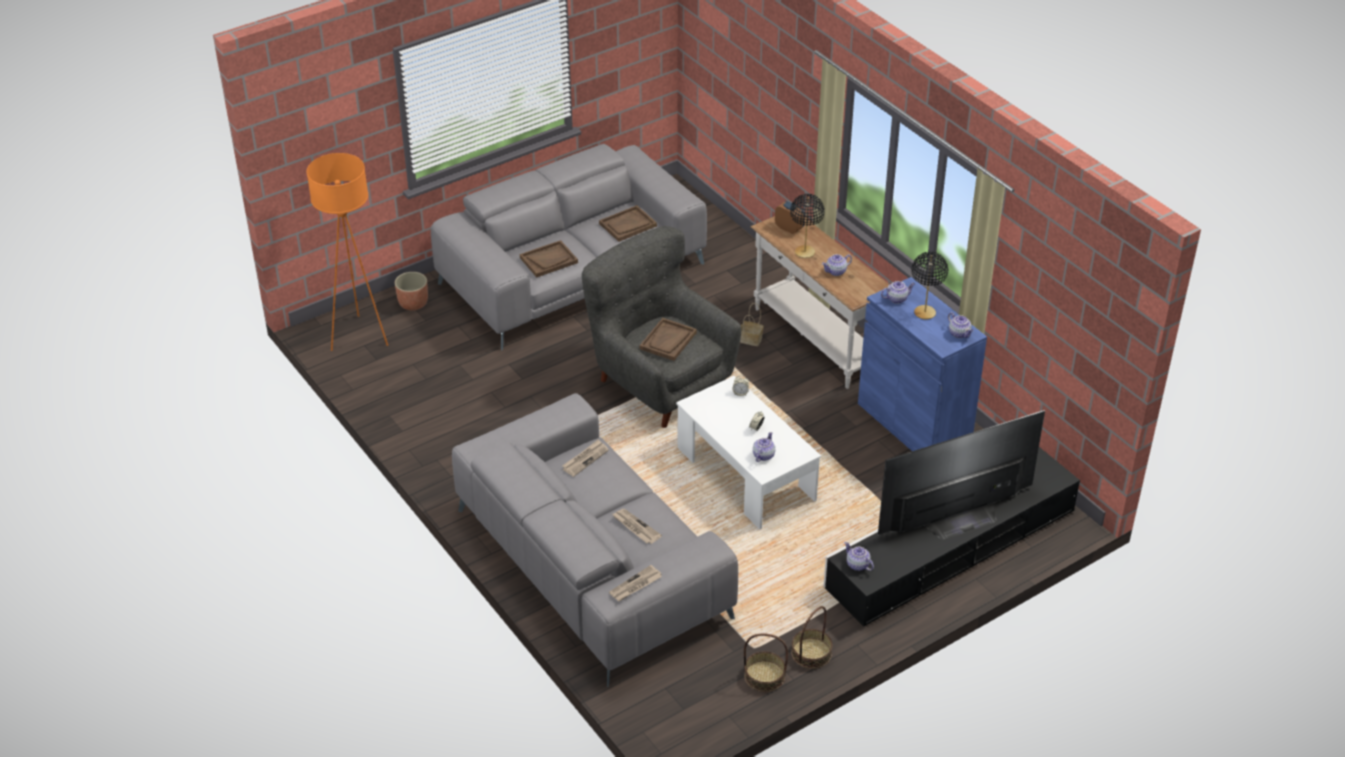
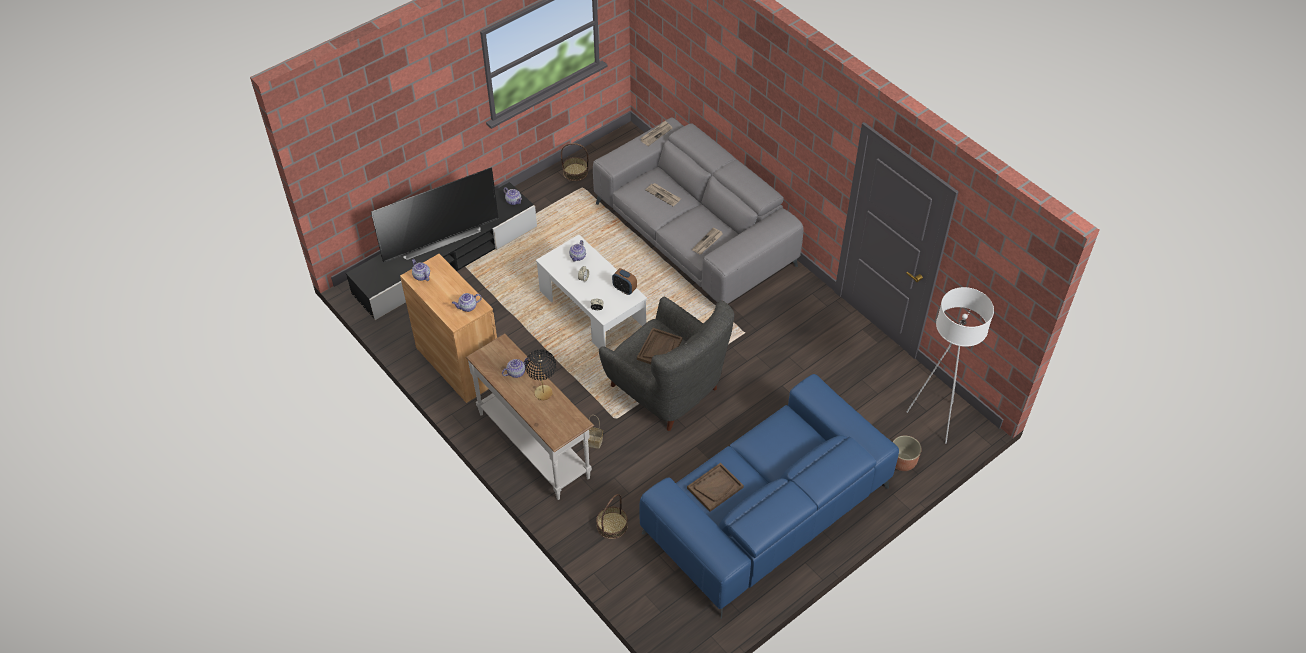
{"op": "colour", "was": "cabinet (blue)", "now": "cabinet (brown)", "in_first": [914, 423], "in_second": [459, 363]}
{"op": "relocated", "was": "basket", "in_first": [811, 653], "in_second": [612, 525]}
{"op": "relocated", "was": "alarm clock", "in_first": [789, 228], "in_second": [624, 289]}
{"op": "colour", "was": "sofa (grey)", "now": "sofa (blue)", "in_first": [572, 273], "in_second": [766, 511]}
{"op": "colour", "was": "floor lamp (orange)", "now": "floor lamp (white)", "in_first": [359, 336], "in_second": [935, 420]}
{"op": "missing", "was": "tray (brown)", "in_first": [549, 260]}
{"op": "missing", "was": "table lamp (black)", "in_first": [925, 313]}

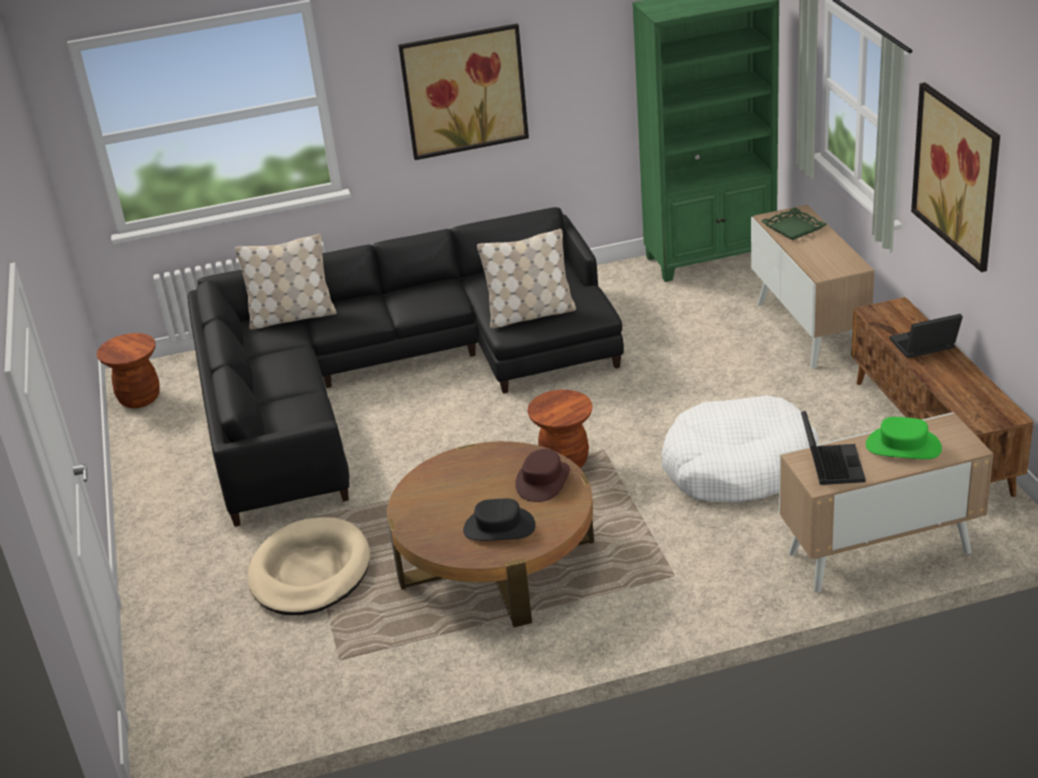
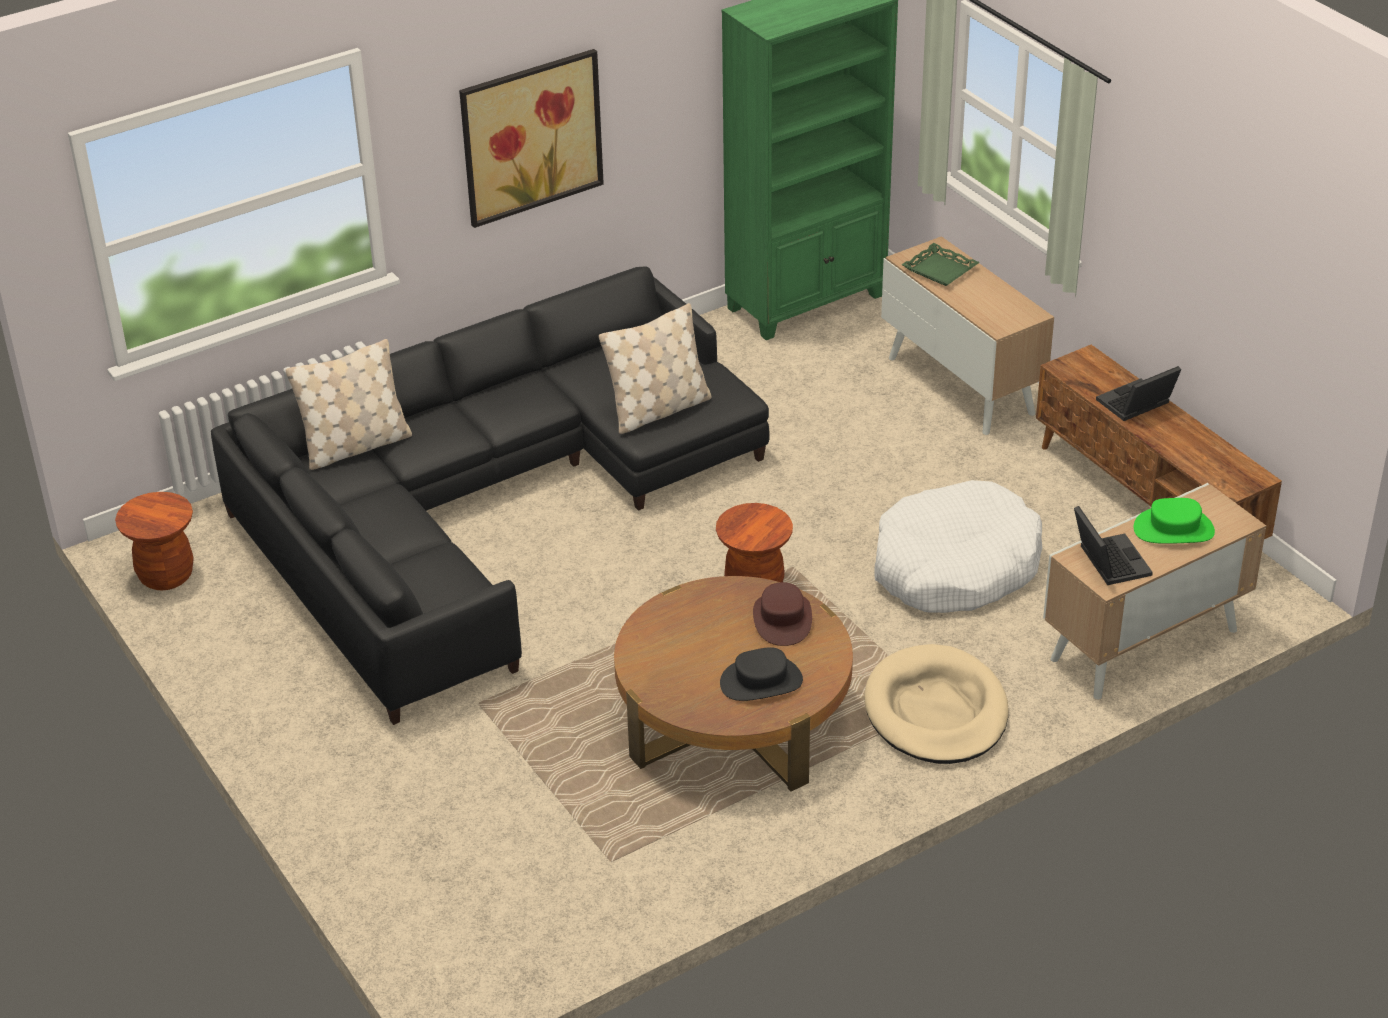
{"op": "relocated", "was": "dog bed (beige)", "in_first": [310, 572], "in_second": [936, 711]}
{"op": "missing", "was": "picture", "in_first": [956, 175]}

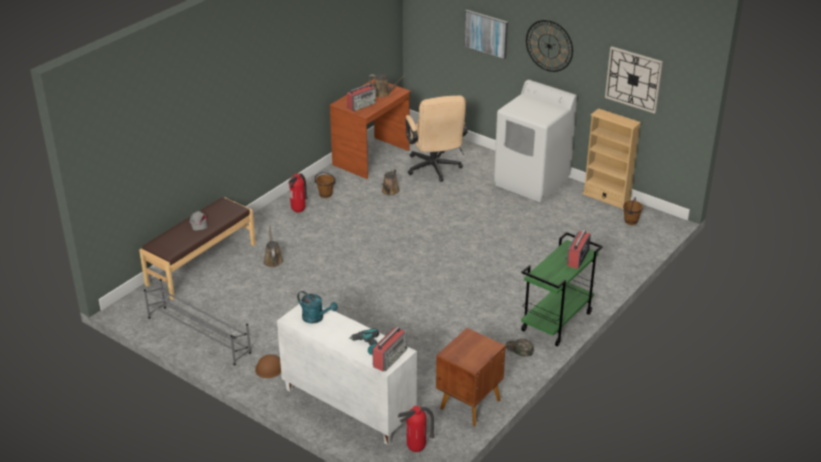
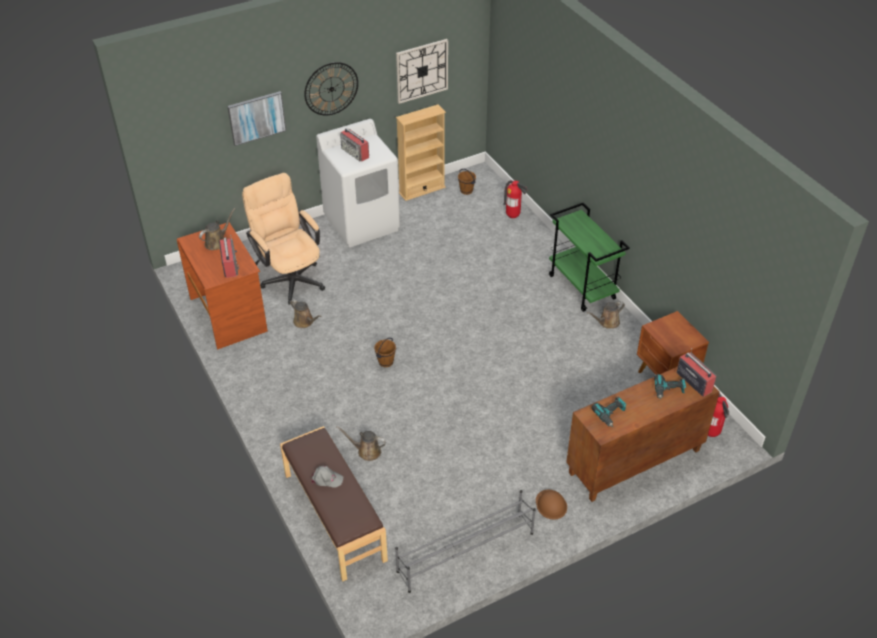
{"op": "spun", "was": "office chair (beige)", "in_first": [434, 170], "in_second": [290, 277], "clockwise": -135}
{"op": "relocated", "was": "radio", "in_first": [577, 258], "in_second": [355, 153]}
{"op": "relocated", "was": "bucket (brown)", "in_first": [325, 194], "in_second": [385, 362]}
{"op": "relocated", "was": "fire extinguisher", "in_first": [298, 211], "in_second": [513, 216]}
{"op": "colour", "was": "cabinet (white)", "now": "cabinet (brown)", "in_first": [347, 405], "in_second": [634, 462]}
{"op": "exchanged", "was": "cap (green)", "now": "watering can (brown)", "in_first": [519, 349], "in_second": [607, 322]}
{"op": "exchanged", "was": "watering can (turquoise)", "now": "power drill", "in_first": [316, 318], "in_second": [611, 414]}

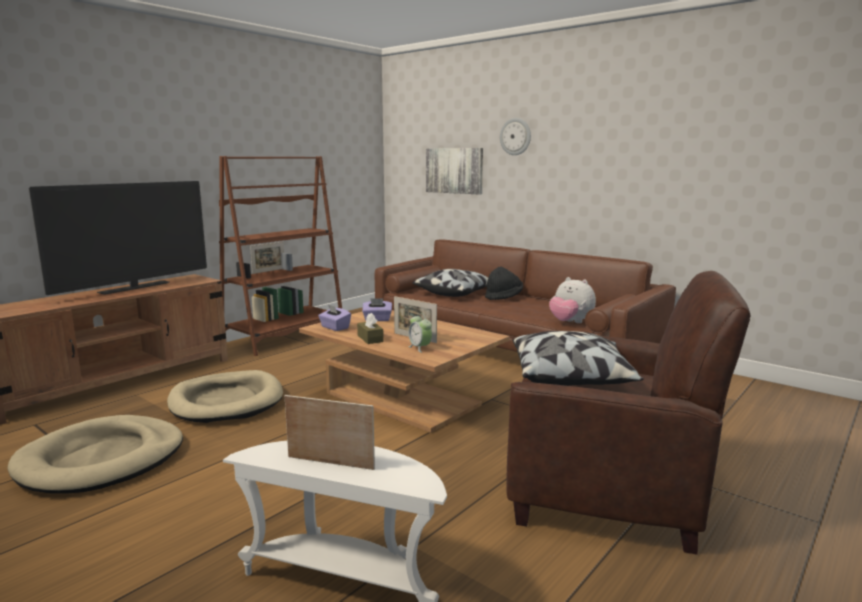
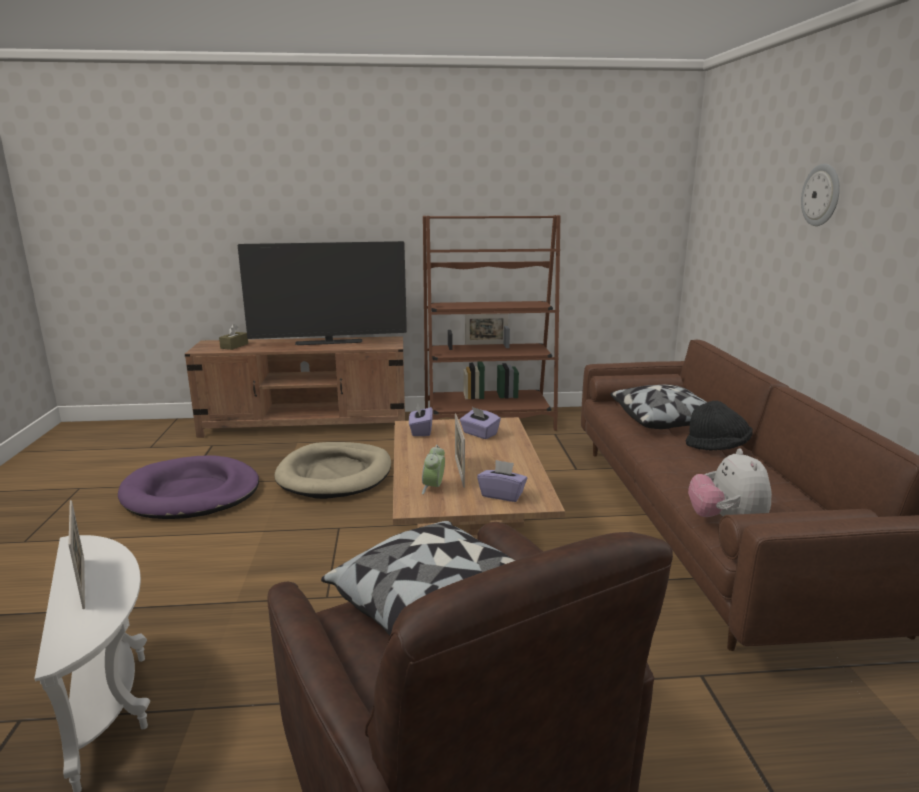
{"op": "colour", "was": "dog bed (beige)", "now": "dog bed (purple)", "in_first": [102, 460], "in_second": [191, 493]}
{"op": "relocated", "was": "tissue box (brown)", "in_first": [370, 338], "in_second": [234, 346]}
{"op": "appeared", "now": "tissue box (purple)", "in_second": [502, 495]}
{"op": "missing", "was": "picture", "in_first": [454, 170]}

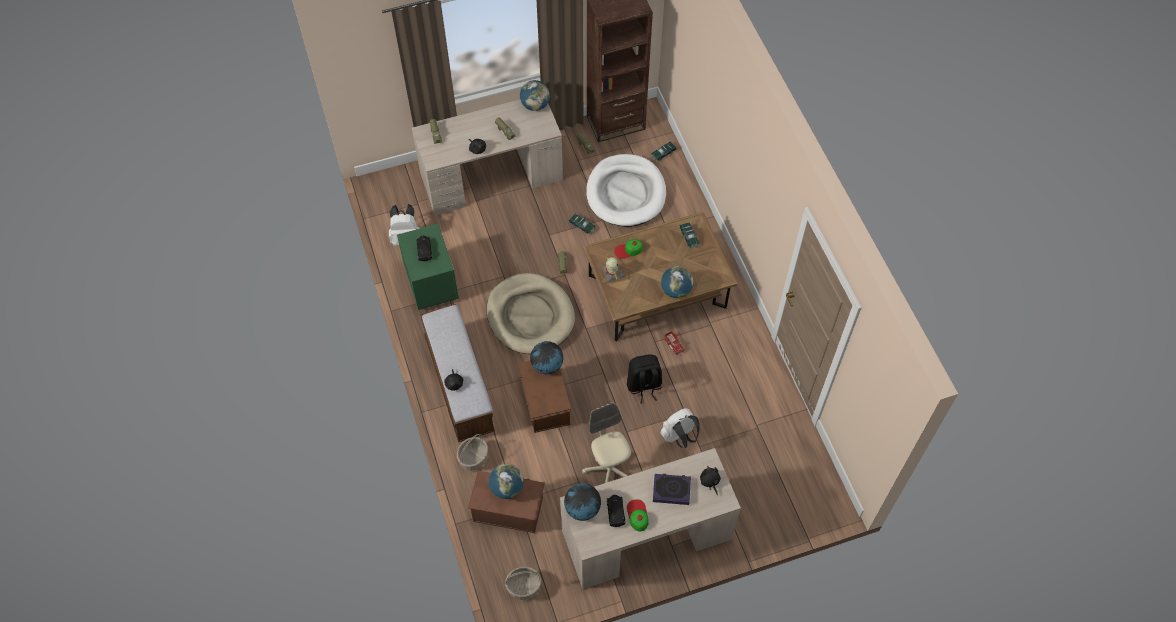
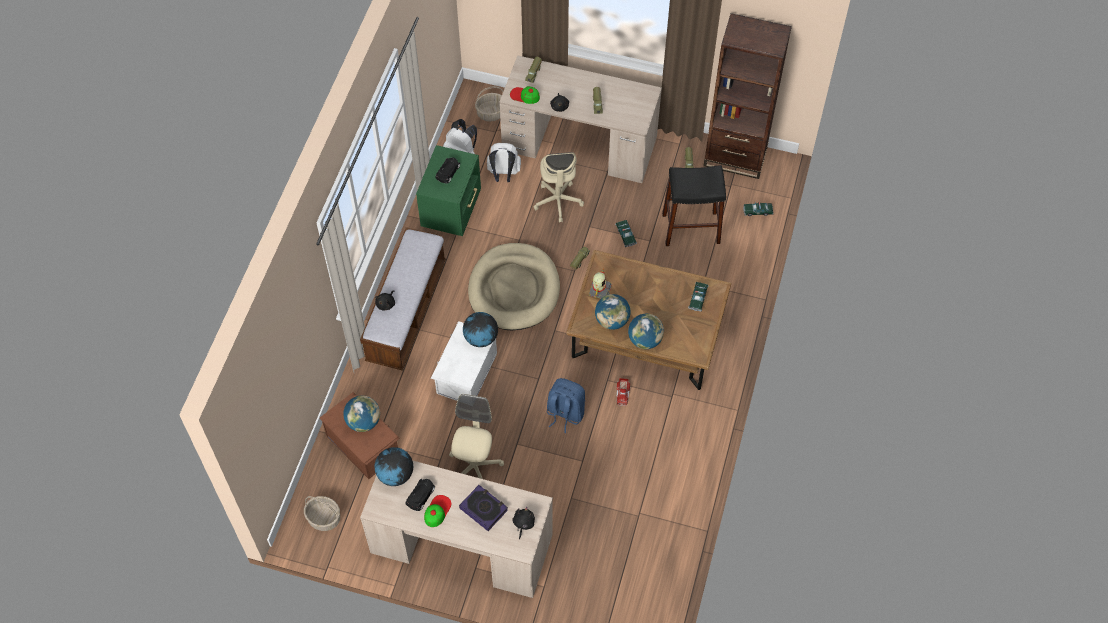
{"op": "colour", "was": "storage box (brown)", "now": "storage box (white)", "in_first": [544, 403], "in_second": [465, 373]}
{"op": "relocated", "was": "basket", "in_first": [473, 457], "in_second": [491, 113]}
{"op": "relocated", "was": "backpack (white)", "in_first": [679, 436], "in_second": [503, 174]}
{"op": "relocated", "was": "cap", "in_first": [628, 250], "in_second": [524, 96]}
{"op": "appeared", "now": "office chair (beige)", "in_second": [558, 201]}
{"op": "colour", "was": "backpack (black)", "now": "backpack (blue)", "in_first": [644, 386], "in_second": [565, 413]}
{"op": "relocated", "was": "globe", "in_first": [535, 105], "in_second": [612, 320]}
{"op": "exchanged", "was": "dog bed (white)", "now": "stool (black)", "in_first": [626, 193], "in_second": [691, 228]}

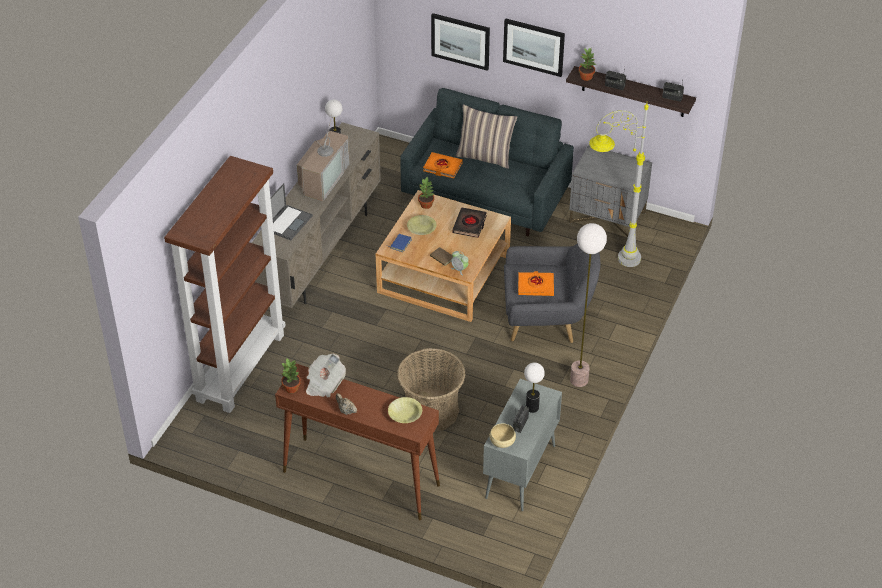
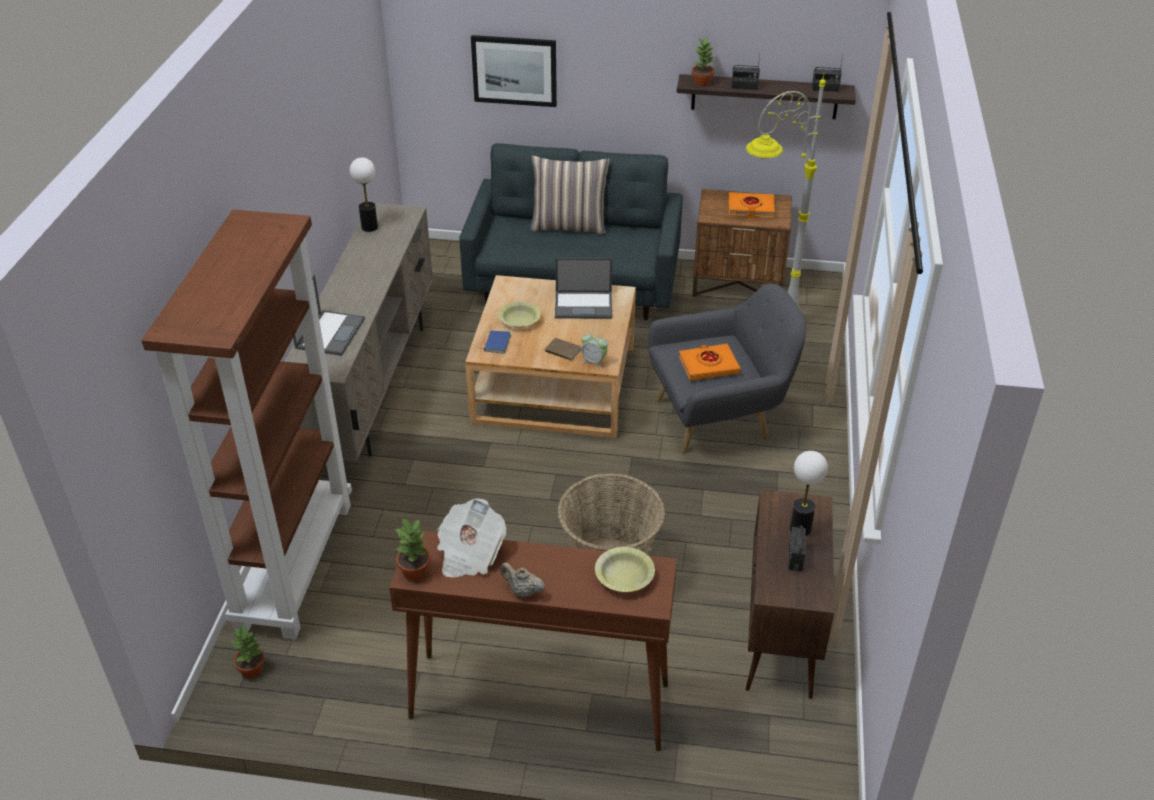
{"op": "relocated", "was": "potted plant", "in_first": [426, 204], "in_second": [252, 669]}
{"op": "exchanged", "was": "book (black)", "now": "laptop", "in_first": [469, 225], "in_second": [584, 305]}
{"op": "colour", "was": "nightstand (grey)", "now": "nightstand (brown)", "in_first": [608, 218], "in_second": [738, 284]}
{"op": "relocated", "was": "book (orange)", "in_first": [442, 167], "in_second": [750, 208]}
{"op": "colour", "was": "cabinet (grey)", "now": "cabinet (brown)", "in_first": [520, 472], "in_second": [780, 638]}
{"op": "missing", "was": "television", "in_first": [323, 178]}
{"op": "missing", "was": "bowl (beige)", "in_first": [502, 440]}
{"op": "missing", "was": "picture", "in_first": [534, 46]}
{"op": "missing", "was": "floor lamp", "in_first": [579, 380]}

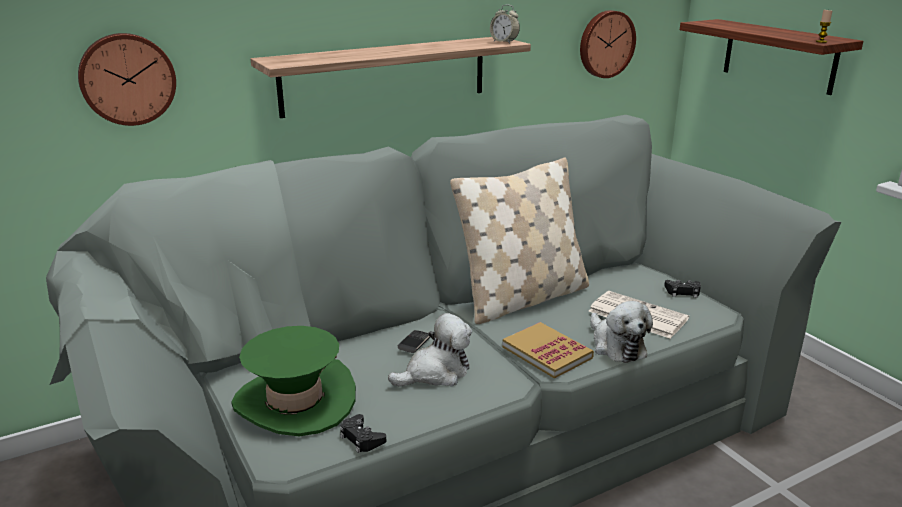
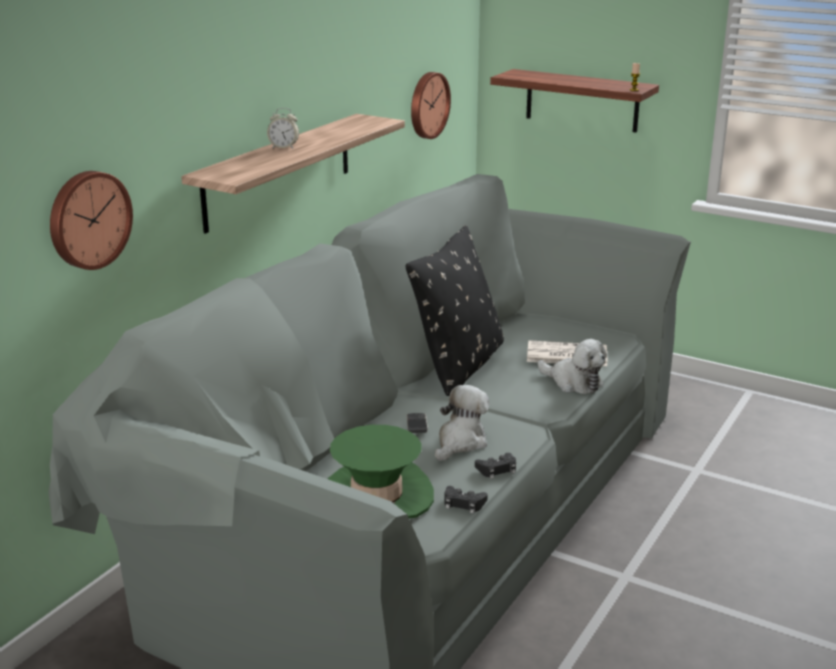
{"op": "relocated", "was": "alarm clock", "in_first": [504, 42], "in_second": [284, 147]}
{"op": "colour", "was": "pillow (beige)", "now": "pillow (black)", "in_first": [522, 298], "in_second": [460, 365]}
{"op": "relocated", "was": "game controller (black)", "in_first": [683, 292], "in_second": [497, 469]}
{"op": "missing", "was": "book", "in_first": [547, 352]}

